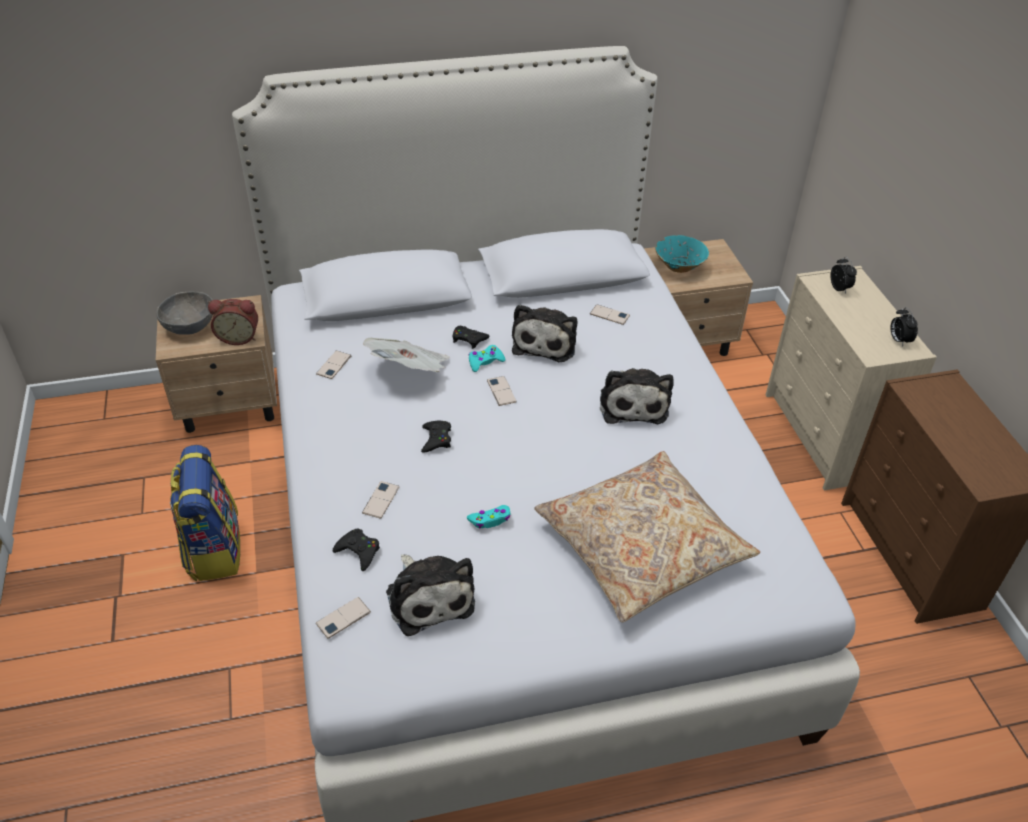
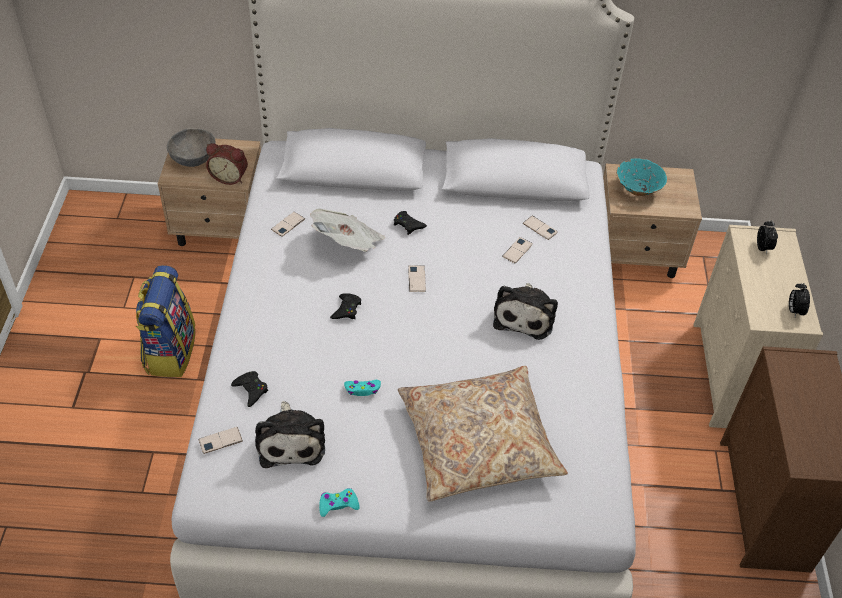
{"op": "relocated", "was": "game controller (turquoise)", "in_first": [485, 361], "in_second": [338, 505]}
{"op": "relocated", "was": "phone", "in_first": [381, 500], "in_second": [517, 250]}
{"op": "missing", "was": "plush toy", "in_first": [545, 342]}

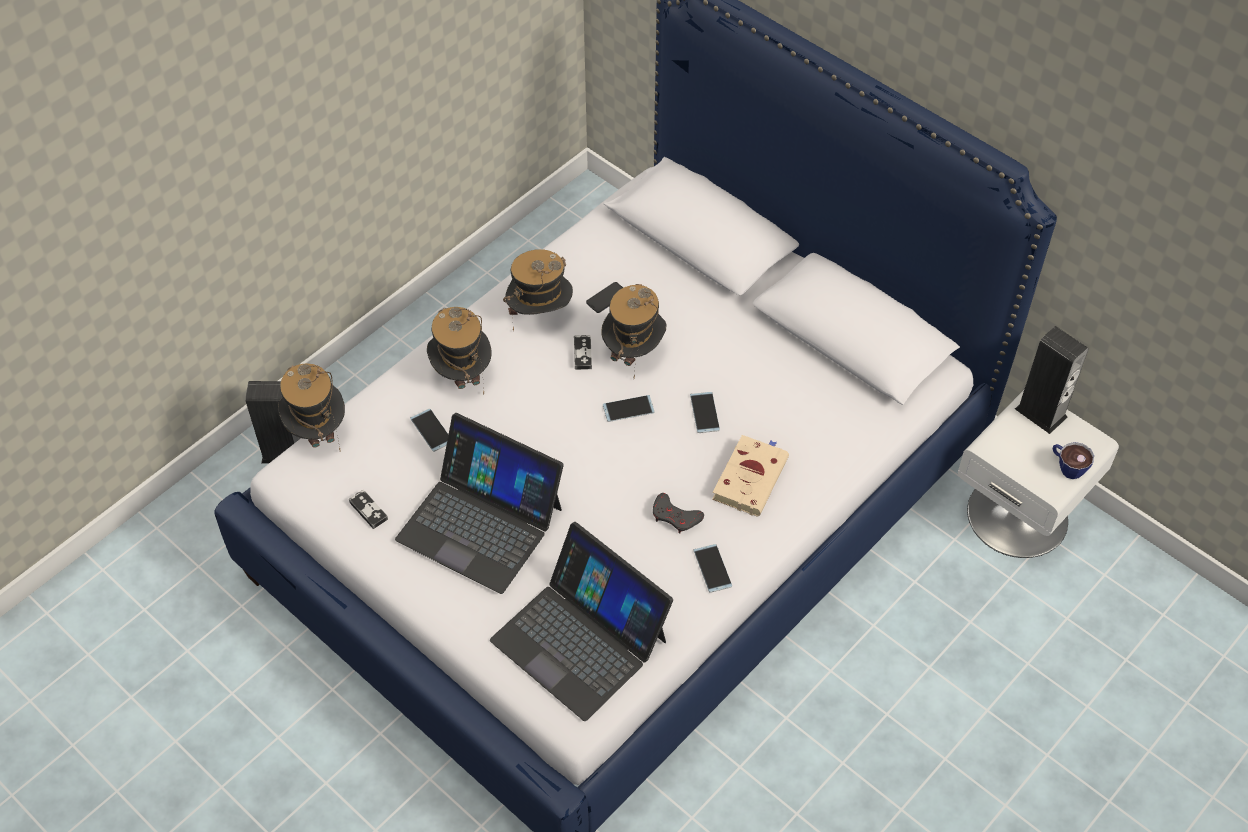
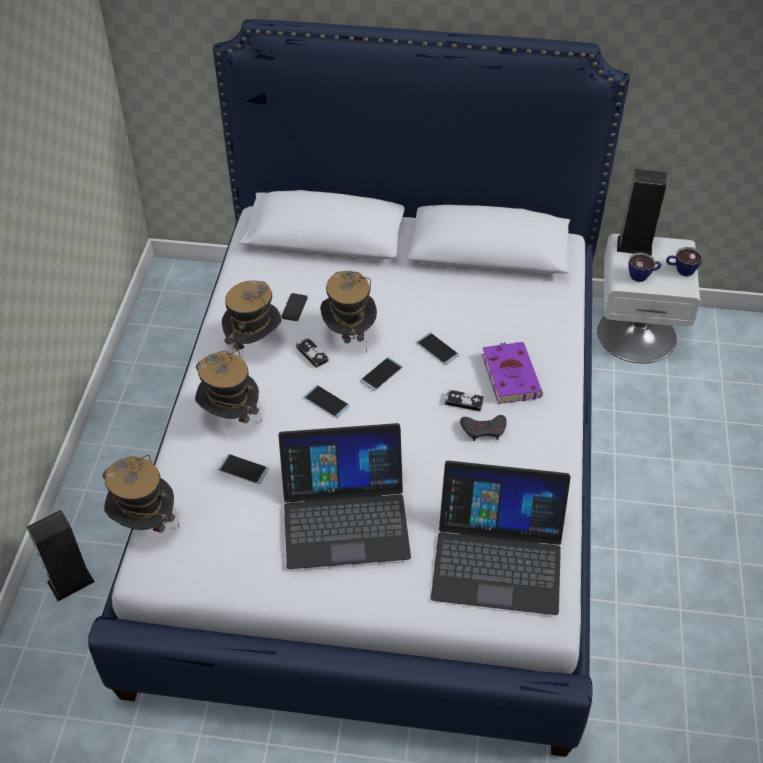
{"op": "relocated", "was": "phone", "in_first": [712, 568], "in_second": [326, 401]}
{"op": "relocated", "was": "game controller", "in_first": [368, 510], "in_second": [464, 402]}
{"op": "colour", "was": "book (beige)", "now": "book (purple)", "in_first": [750, 477], "in_second": [509, 374]}
{"op": "appeared", "now": "cup", "in_second": [642, 275]}

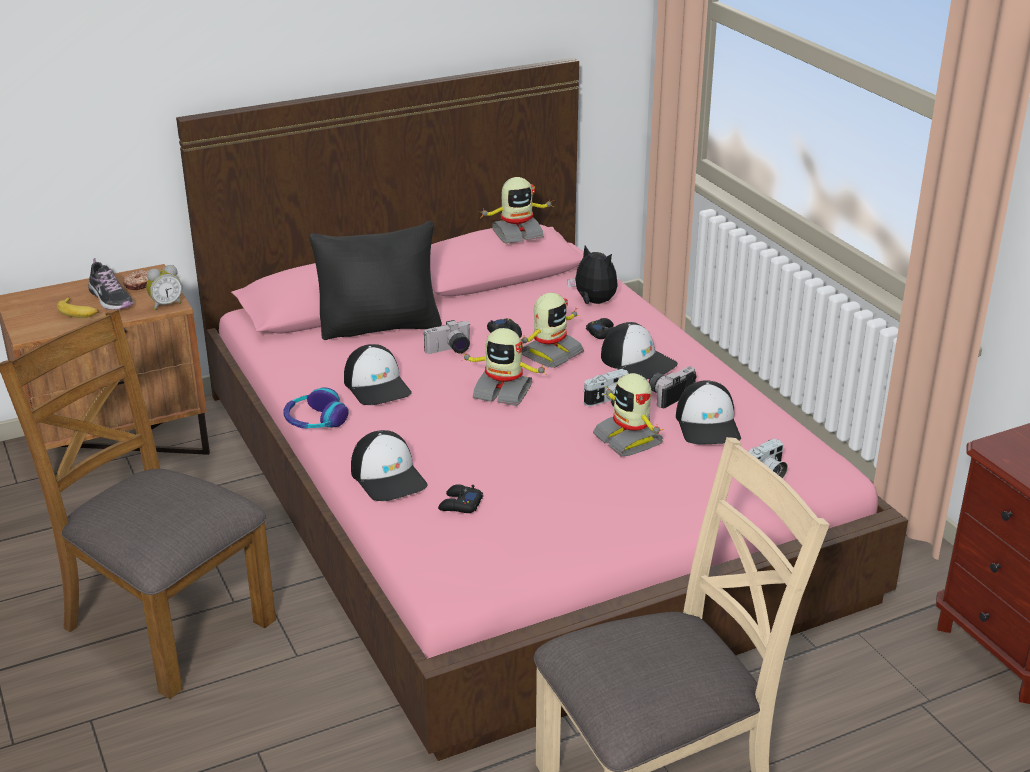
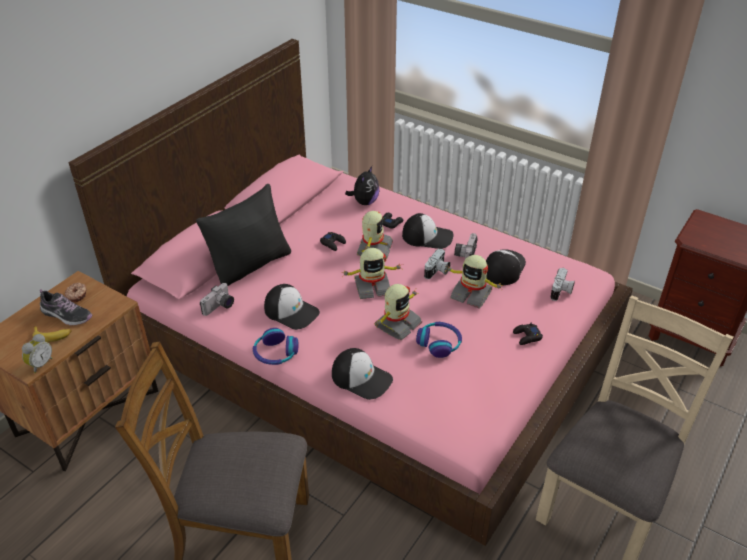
{"op": "relocated", "was": "alarm clock", "in_first": [166, 305], "in_second": [40, 364]}
{"op": "relocated", "was": "photo camera", "in_first": [450, 350], "in_second": [220, 307]}
{"op": "spun", "was": "plush toy", "in_first": [593, 302], "in_second": [364, 202], "clockwise": 105}
{"op": "relocated", "was": "toy robot", "in_first": [517, 234], "in_second": [397, 324]}
{"op": "appeared", "now": "headphones", "in_second": [439, 343]}
{"op": "spun", "was": "cap", "in_first": [708, 425], "in_second": [503, 268], "clockwise": -120}
{"op": "relocated", "was": "game controller (black)", "in_first": [460, 505], "in_second": [527, 337]}

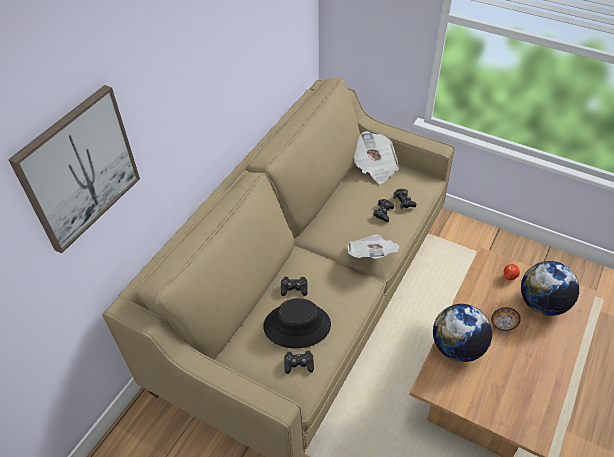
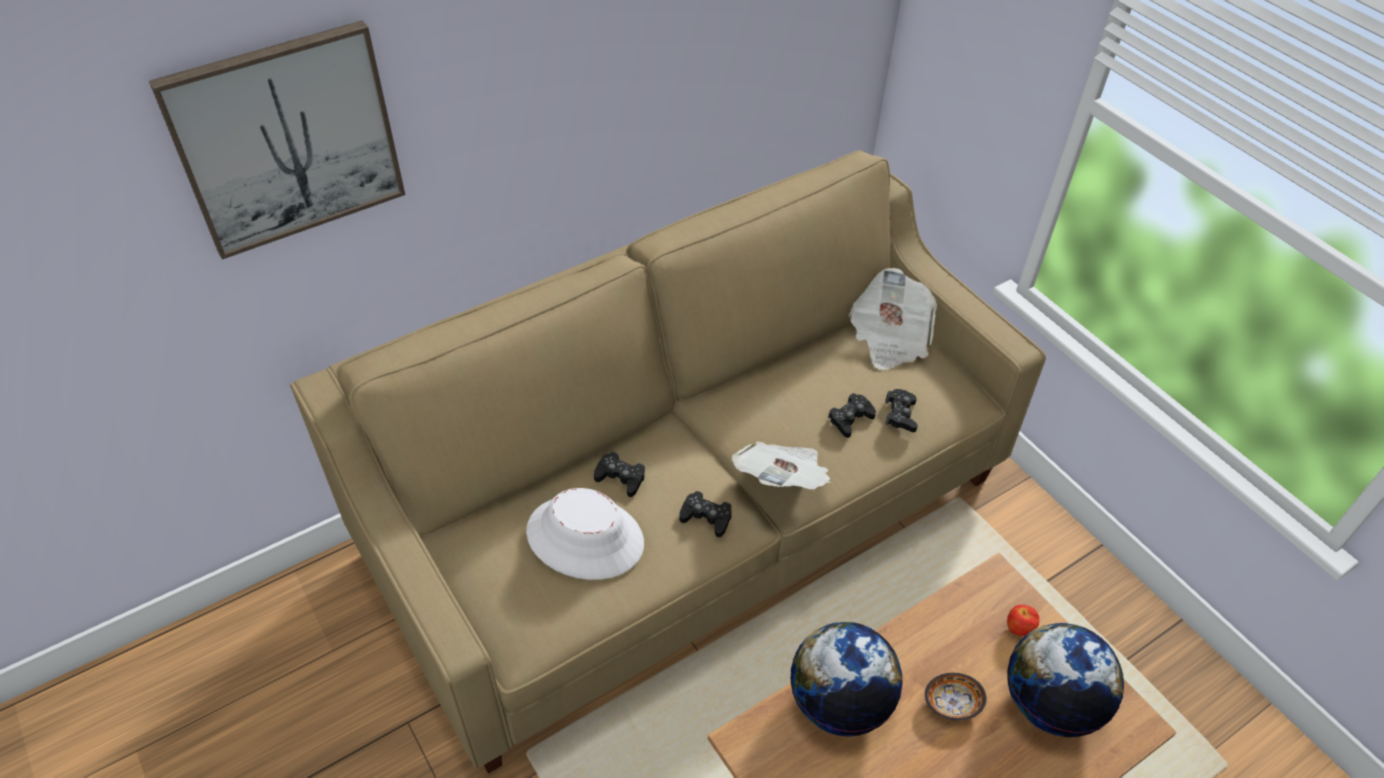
{"op": "colour", "was": "hat (black)", "now": "hat (white)", "in_first": [297, 325], "in_second": [585, 537]}
{"op": "relocated", "was": "game controller (black)", "in_first": [299, 364], "in_second": [706, 517]}

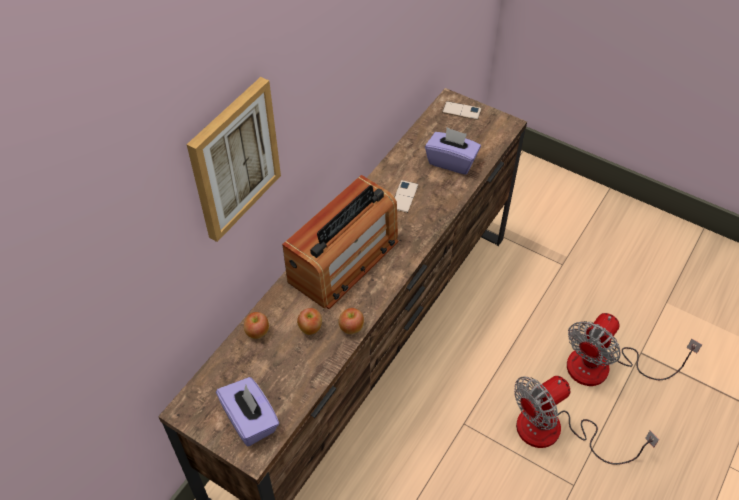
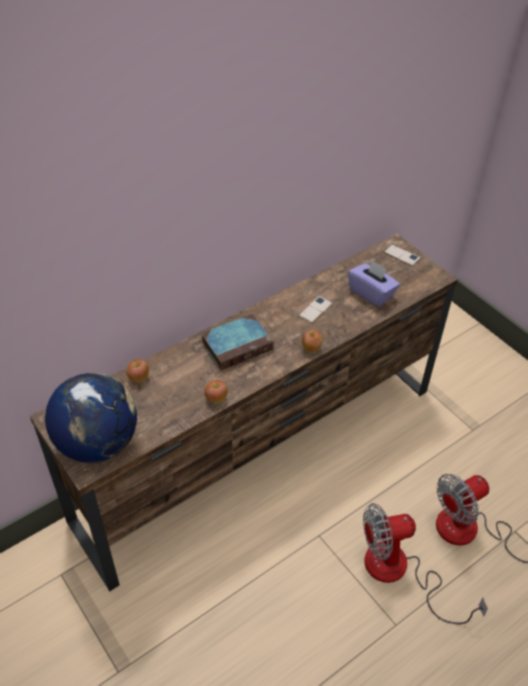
{"op": "exchanged", "was": "tissue box (purple)", "now": "globe", "in_first": [250, 420], "in_second": [98, 443]}
{"op": "exchanged", "was": "radio", "now": "book", "in_first": [344, 260], "in_second": [238, 345]}
{"op": "relocated", "was": "apple", "in_first": [310, 328], "in_second": [311, 348]}
{"op": "missing", "was": "picture", "in_first": [234, 159]}

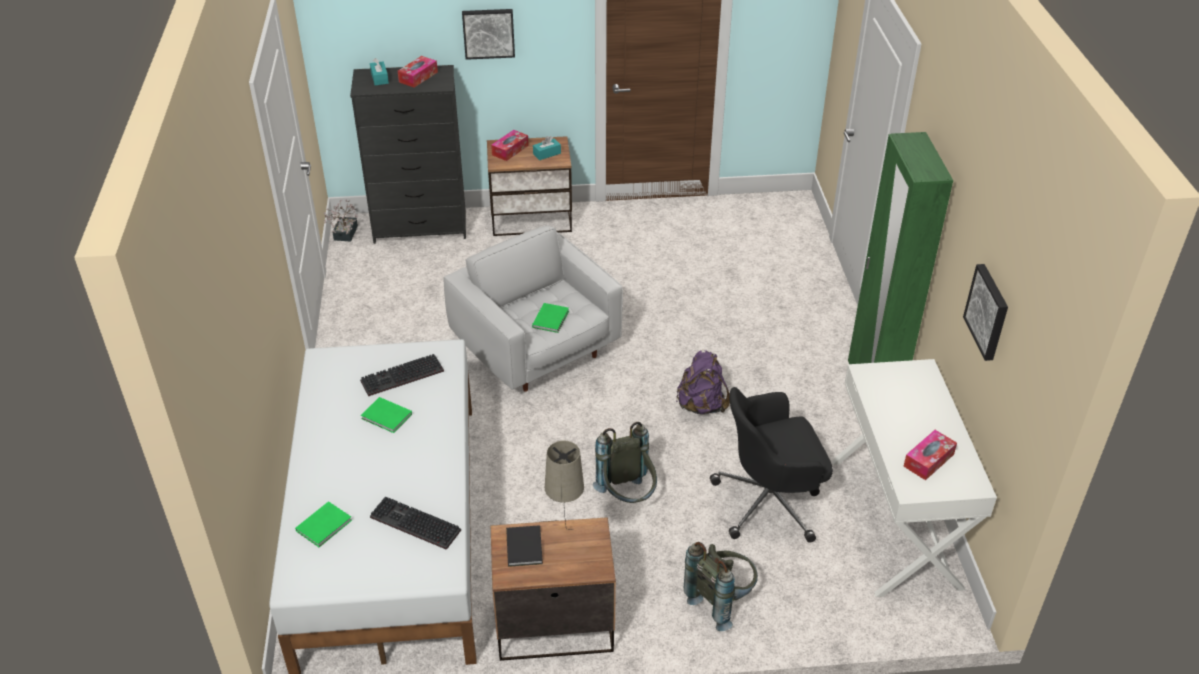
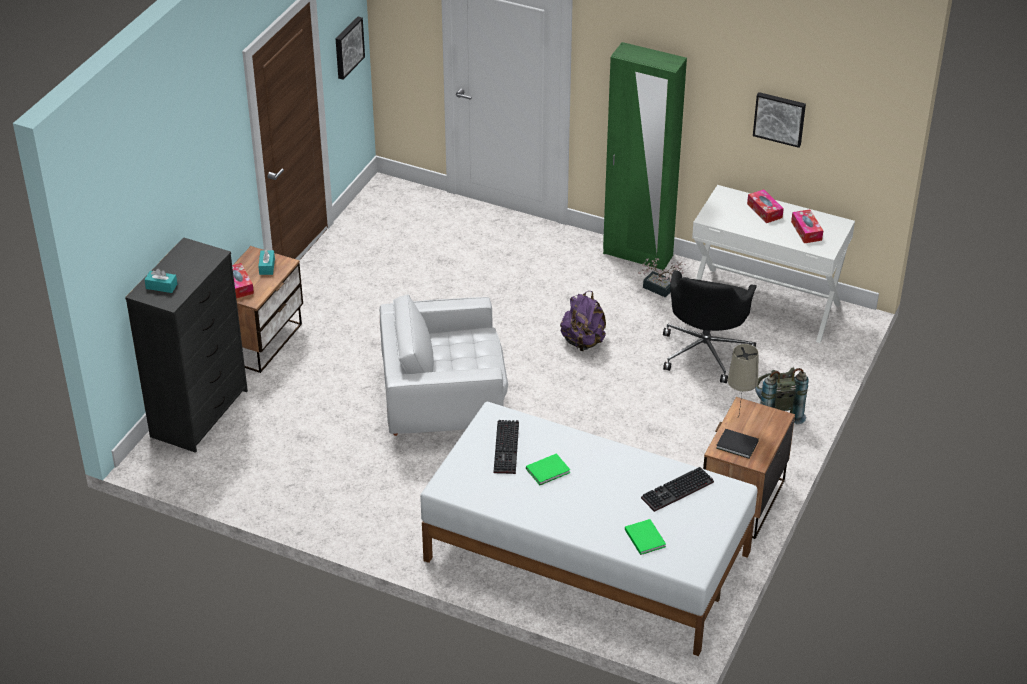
{"op": "relocated", "was": "picture", "in_first": [488, 33], "in_second": [348, 47]}
{"op": "relocated", "was": "potted plant", "in_first": [344, 235], "in_second": [661, 289]}
{"op": "relocated", "was": "tissue box", "in_first": [418, 77], "in_second": [764, 211]}
{"op": "missing", "was": "book (green)", "in_first": [551, 318]}
{"op": "missing", "was": "backpack (grey)", "in_first": [627, 498]}

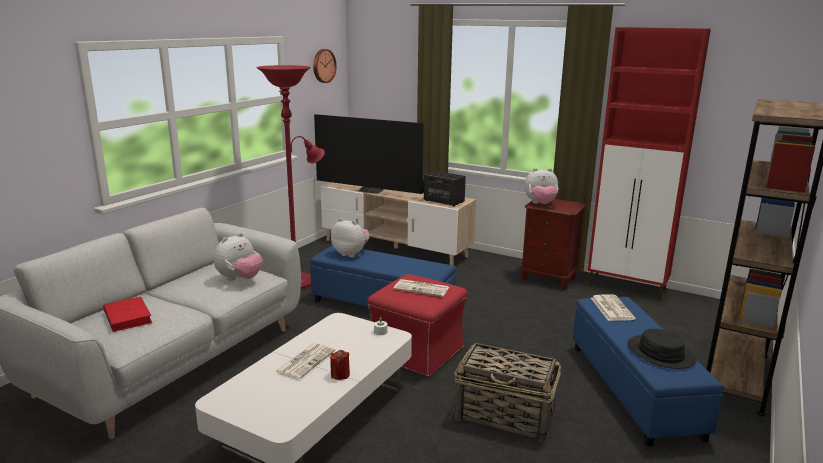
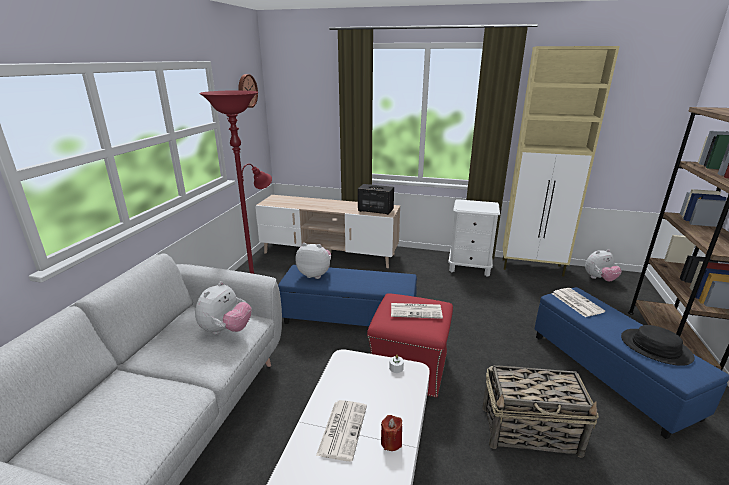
{"op": "colour", "was": "nightstand (brown)", "now": "nightstand (white)", "in_first": [548, 279], "in_second": [469, 267]}
{"op": "colour", "was": "cabinet (red)", "now": "cabinet (beige)", "in_first": [628, 288], "in_second": [533, 267]}
{"op": "relocated", "was": "plush toy", "in_first": [540, 204], "in_second": [599, 279]}
{"op": "missing", "was": "book (red)", "in_first": [127, 317]}
{"op": "missing", "was": "television", "in_first": [371, 190]}

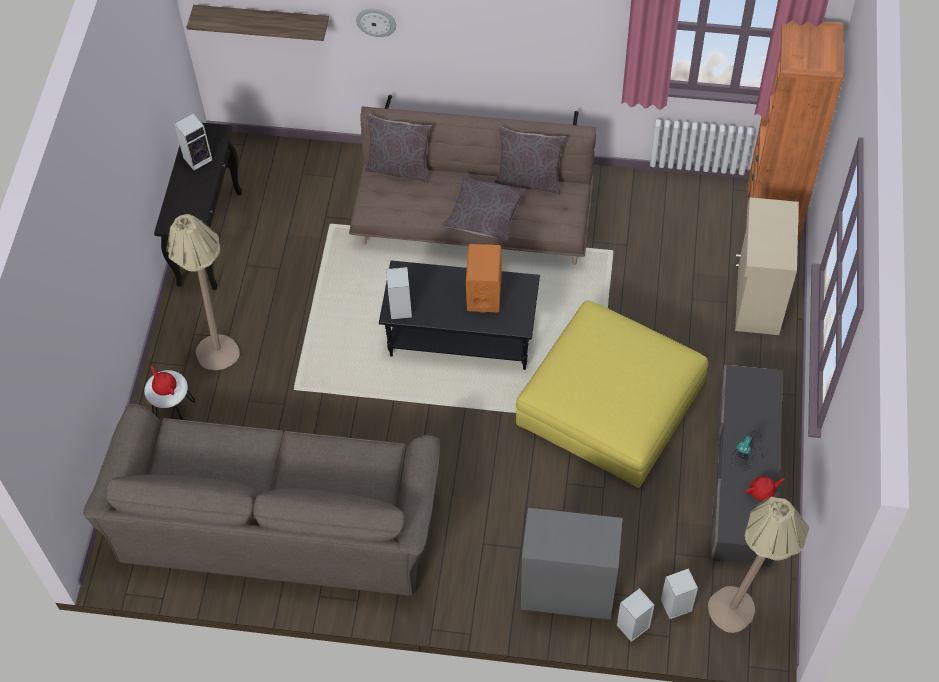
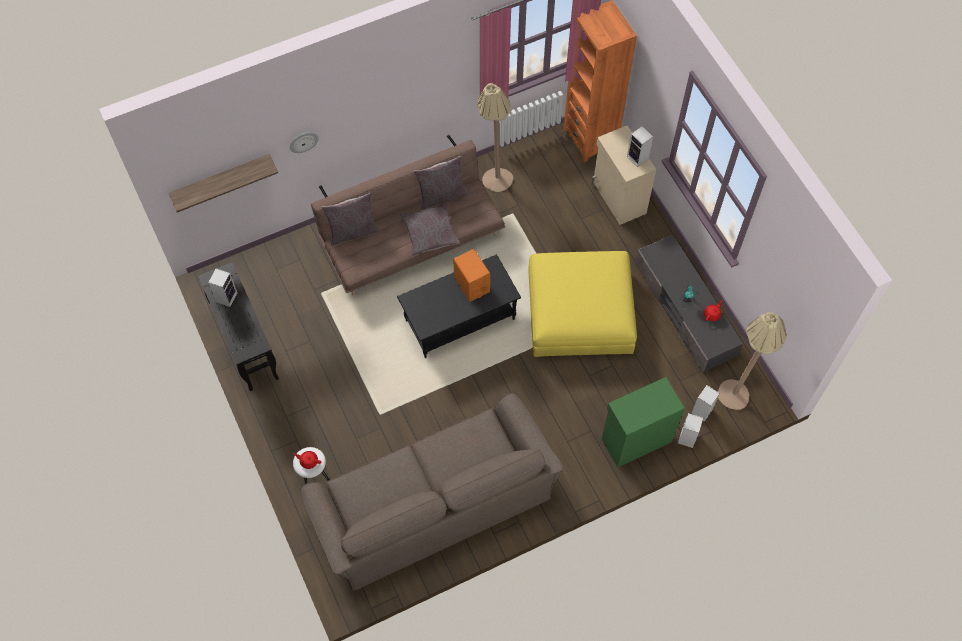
{"op": "relocated", "was": "floor lamp (beige)", "in_first": [220, 344], "in_second": [494, 174]}
{"op": "colour", "was": "cabinet (grey)", "now": "cabinet (green)", "in_first": [567, 590], "in_second": [635, 440]}
{"op": "relocated", "was": "speaker", "in_first": [401, 309], "in_second": [638, 158]}

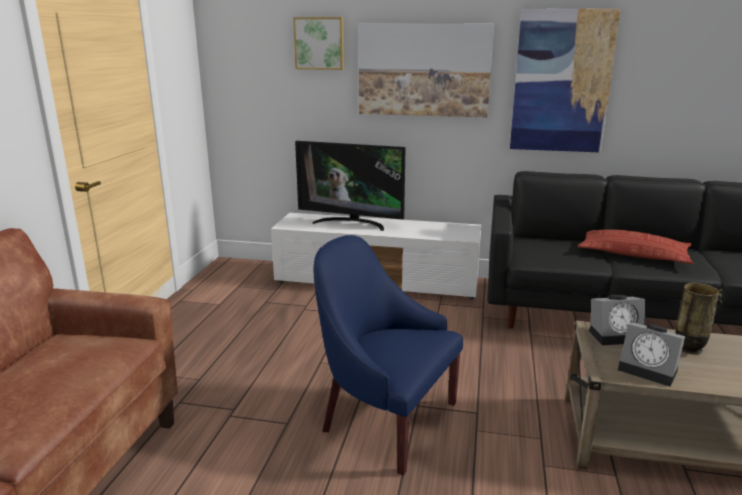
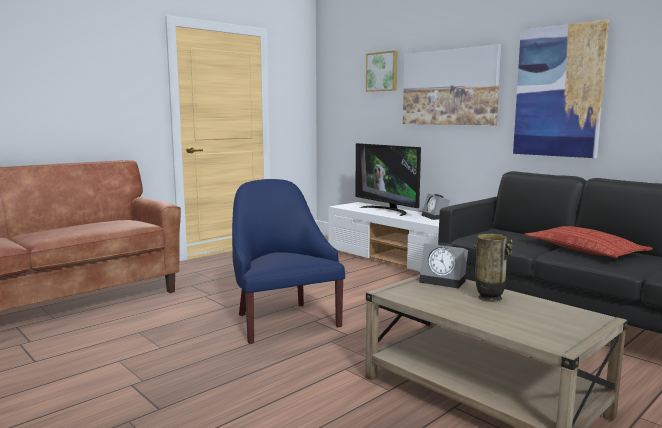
{"op": "relocated", "was": "alarm clock", "in_first": [649, 370], "in_second": [435, 217]}

